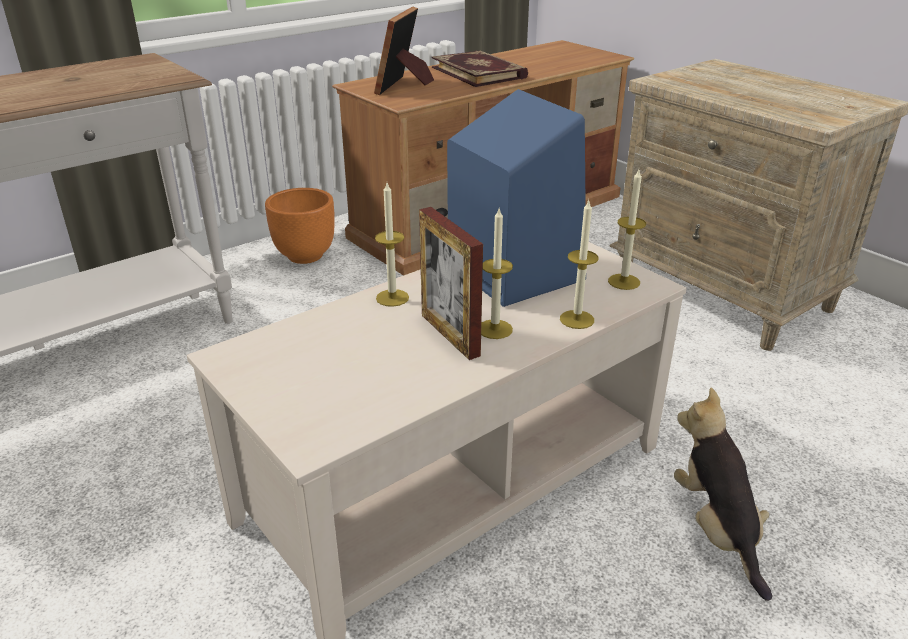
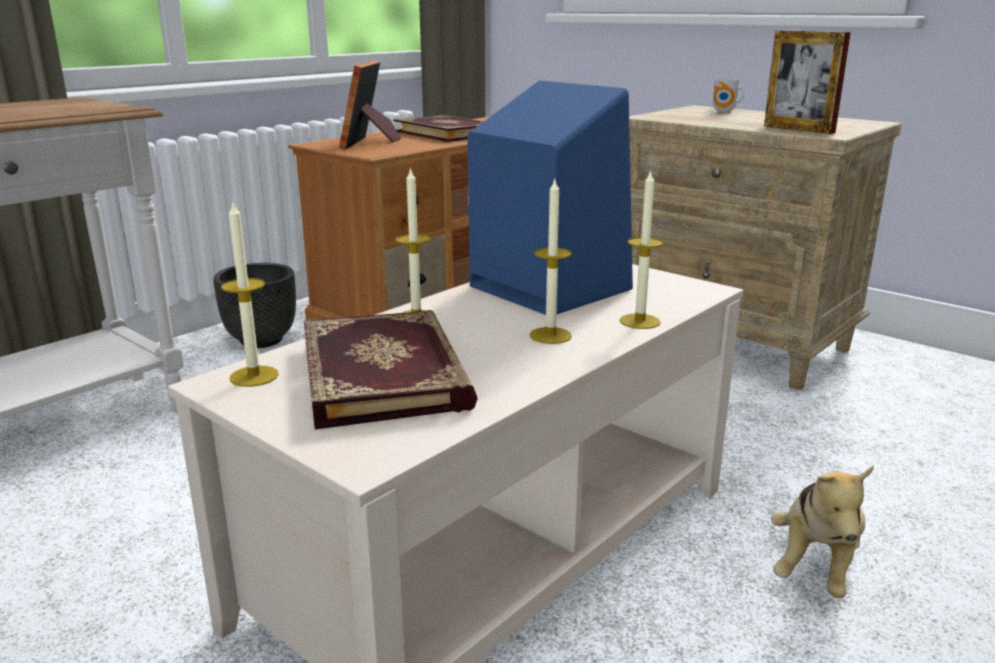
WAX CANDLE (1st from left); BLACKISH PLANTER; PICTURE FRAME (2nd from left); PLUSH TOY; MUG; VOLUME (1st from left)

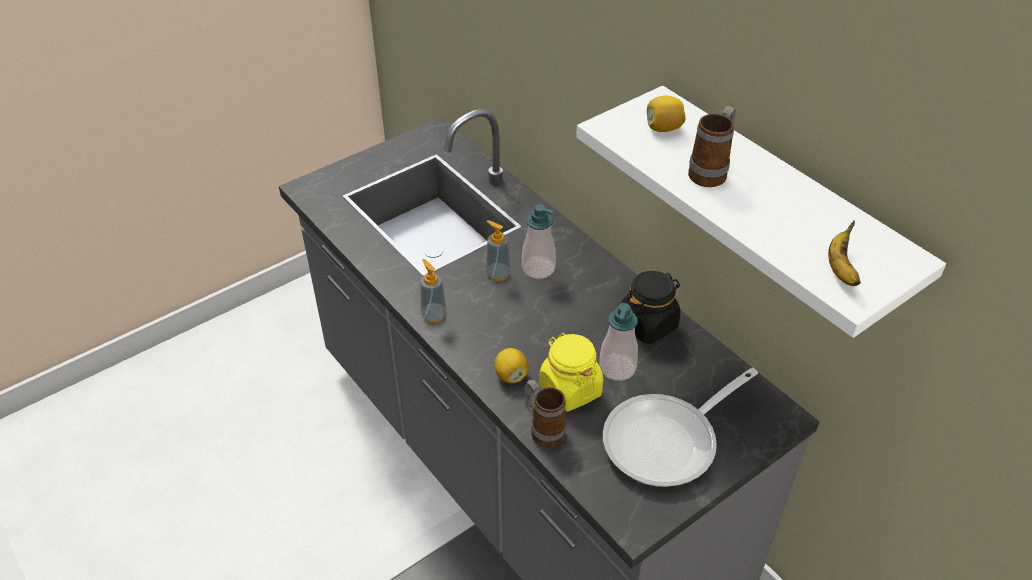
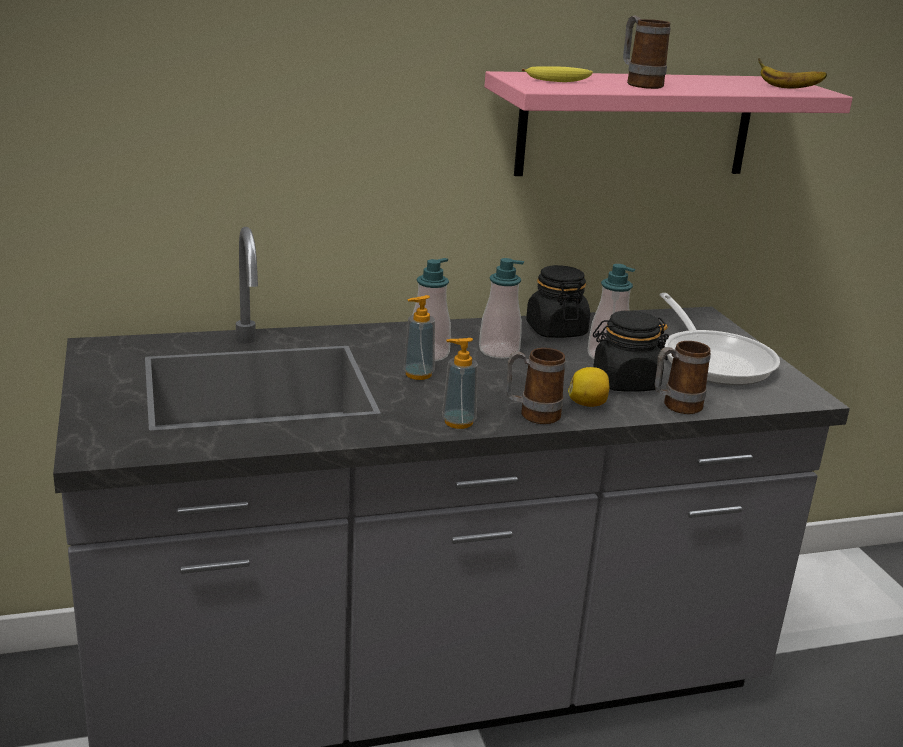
PINK BRACKET SHELF; BANANA (1st from left); BLACKISH STORAGE JAR (2nd from left); SOAP BOTTLE (4th from left); MUG (1st from left)

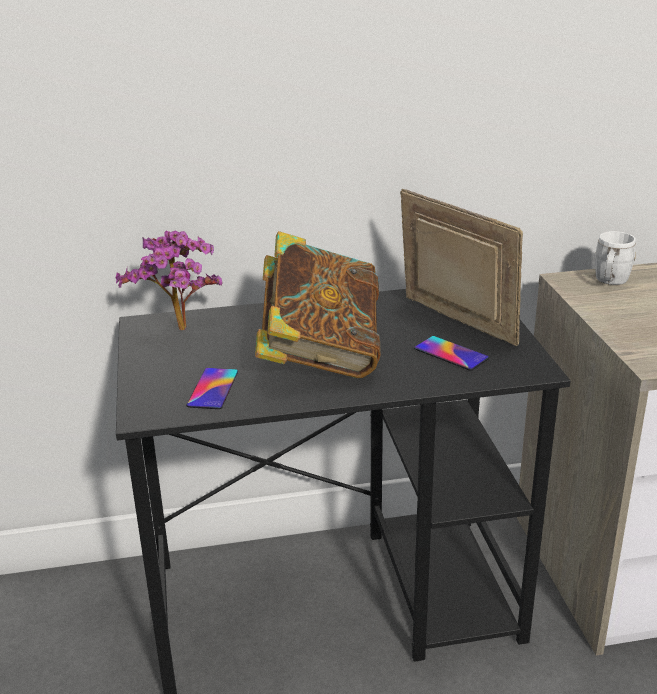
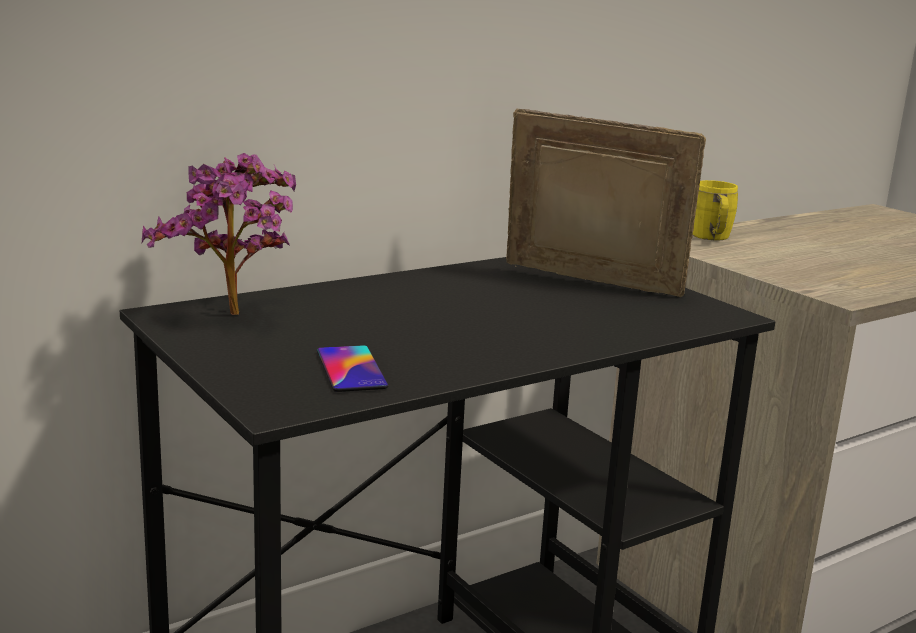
VOLUME; YELLOWISH MUG; PHONE (2nd from left in the first image)

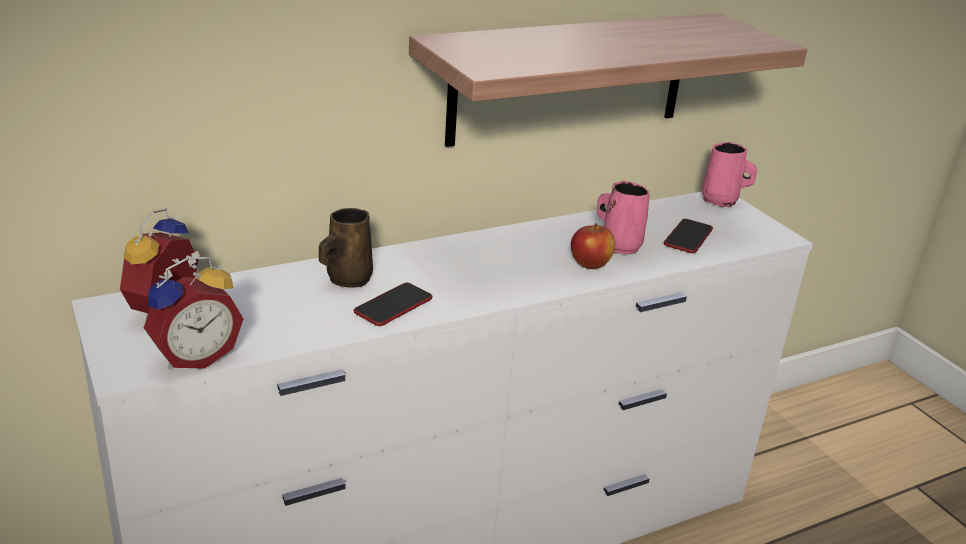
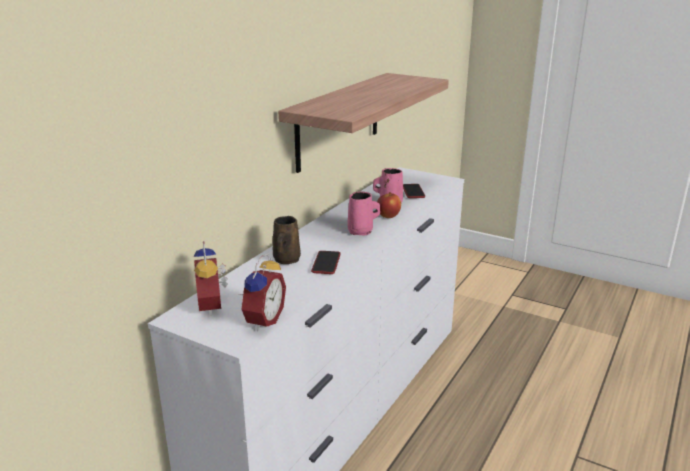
PINK MUG (1st from left)

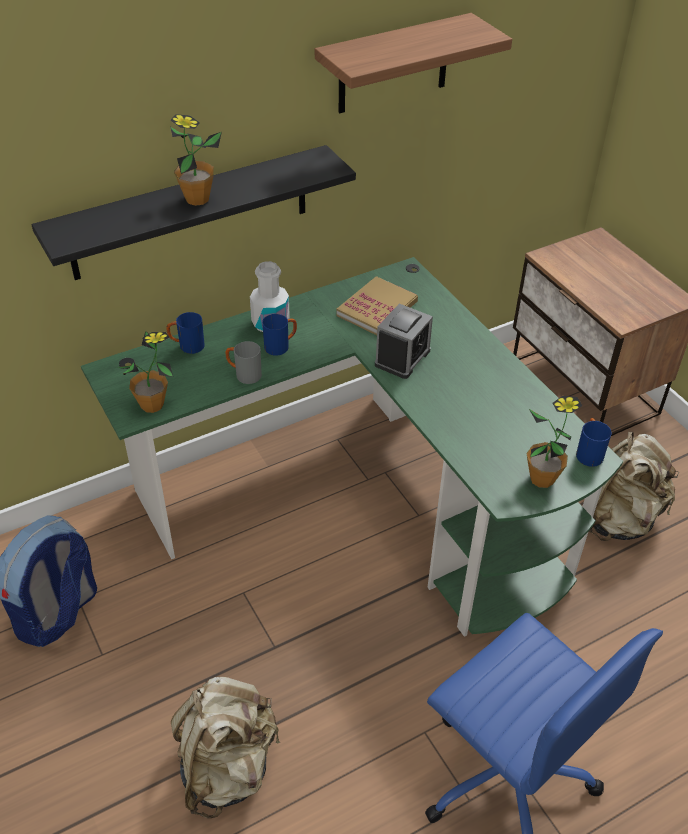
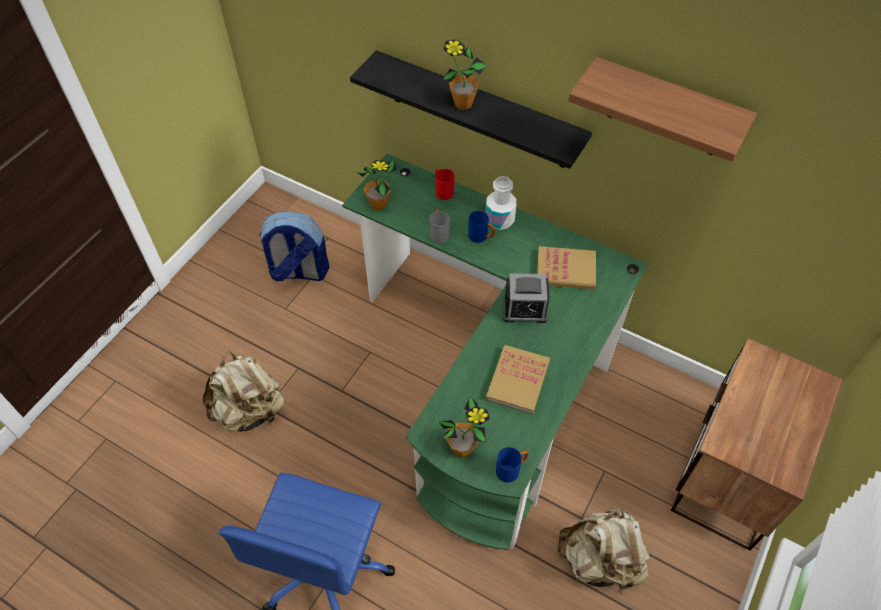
REDDISH MUG; VOLUME (1st from left)

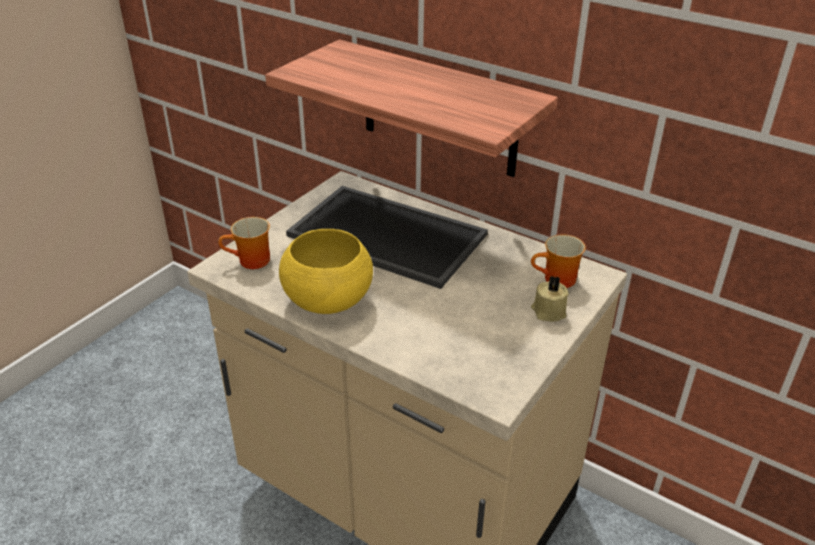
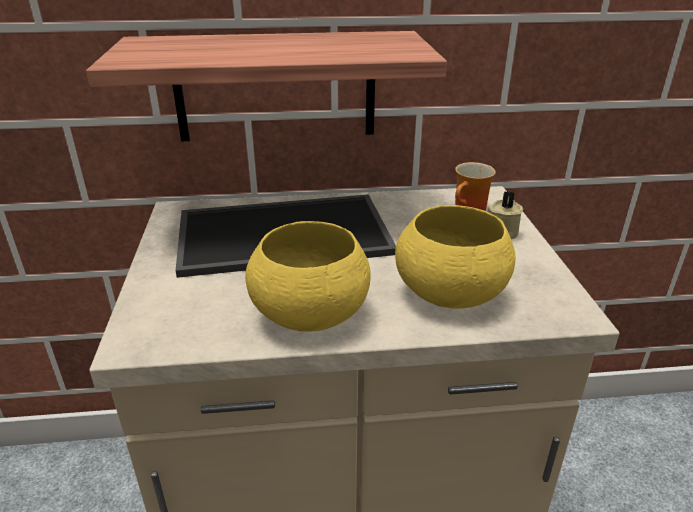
MUG (1st from left in the first image); YELLOWISH SERVING BOWL (2nd from left)

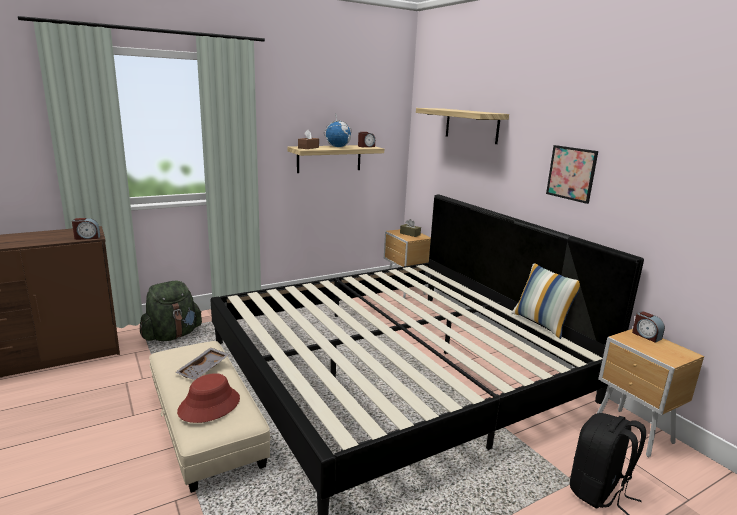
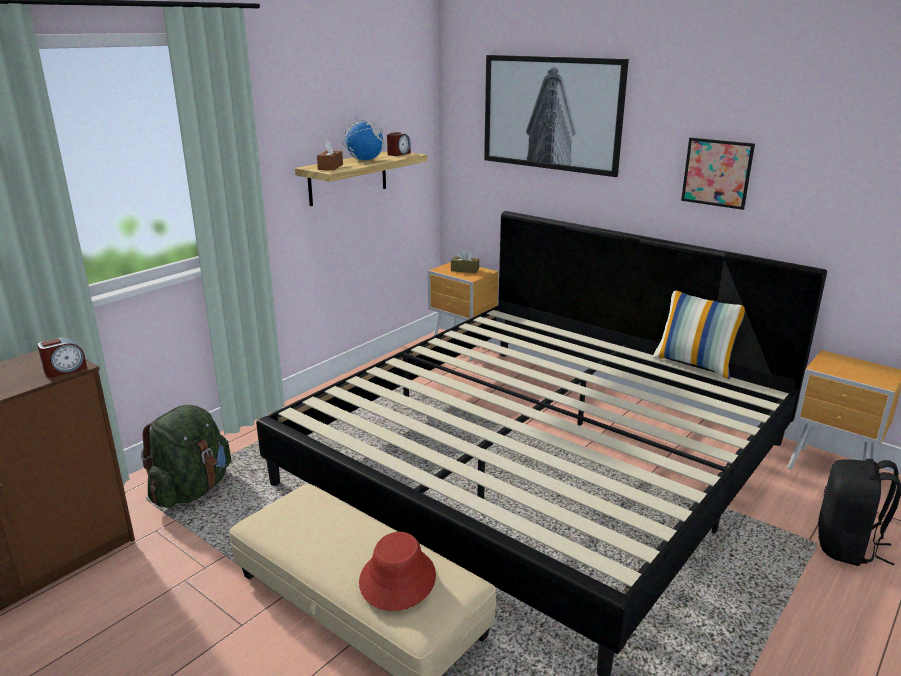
WALL PICTURE (1st from left); ALARM CLOCK (3rd from left in the first image); GRAY SERVING TRAY

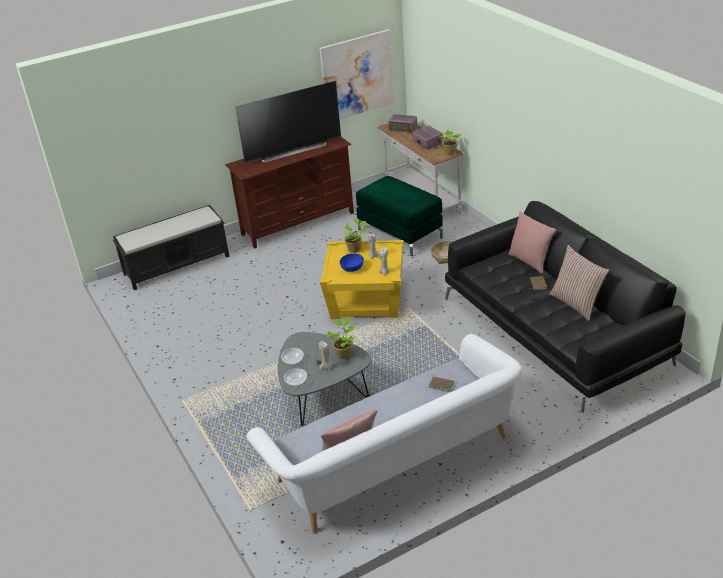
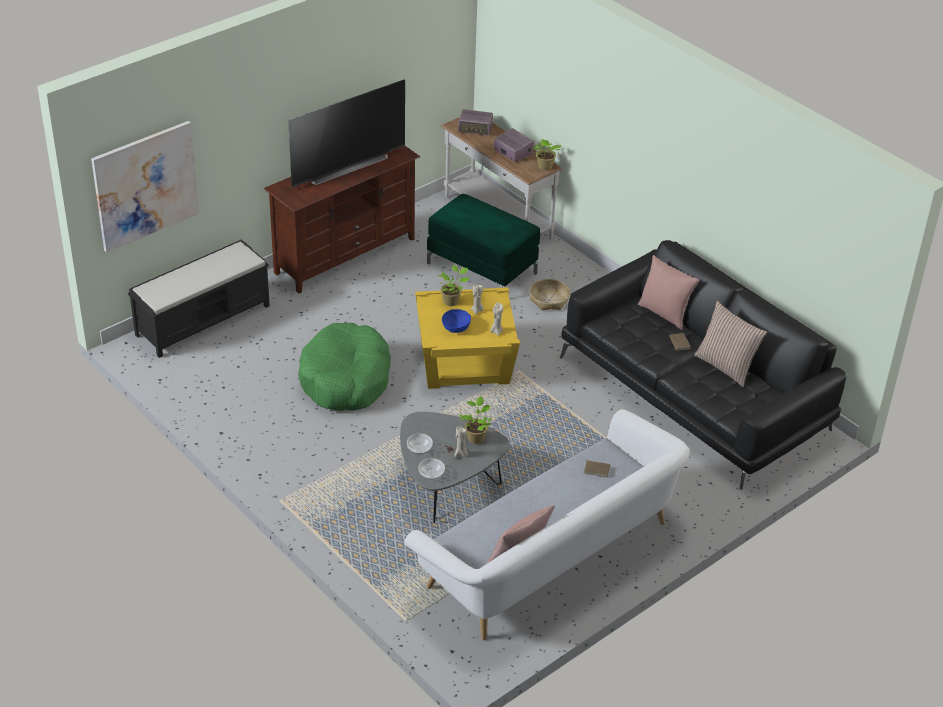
WALL PICTURE; GREEN-COLOURED DOG BED

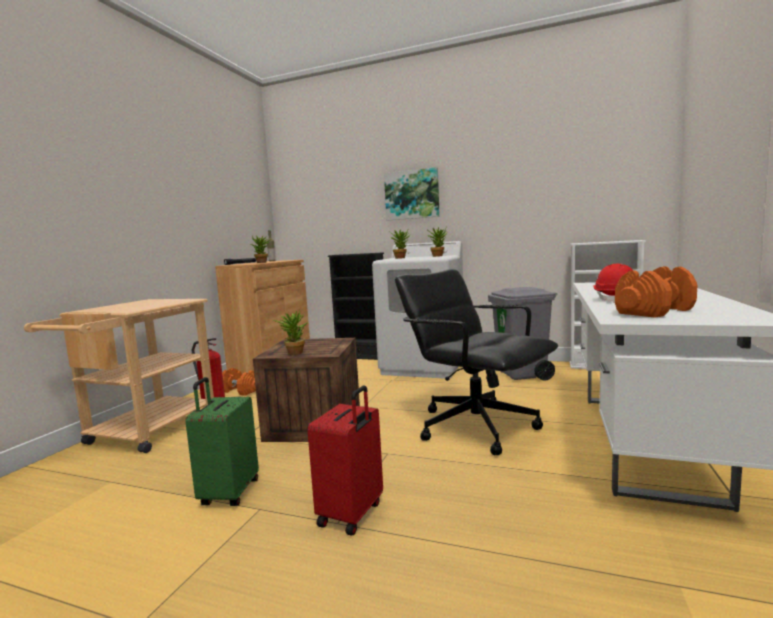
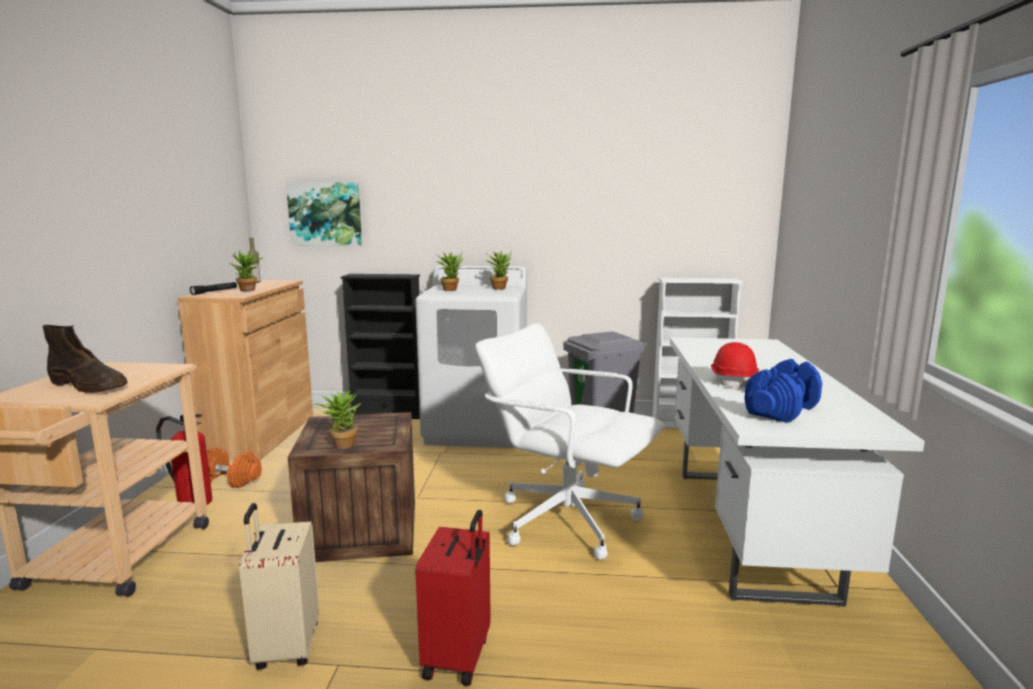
WALL PICTURE; BLUE-COLOURED HAND WEIGHT; WHITE-COLOURED OFFICE CHAIR; BEIGE-COLOURED SUITCASE; BROWN TALL BOOT

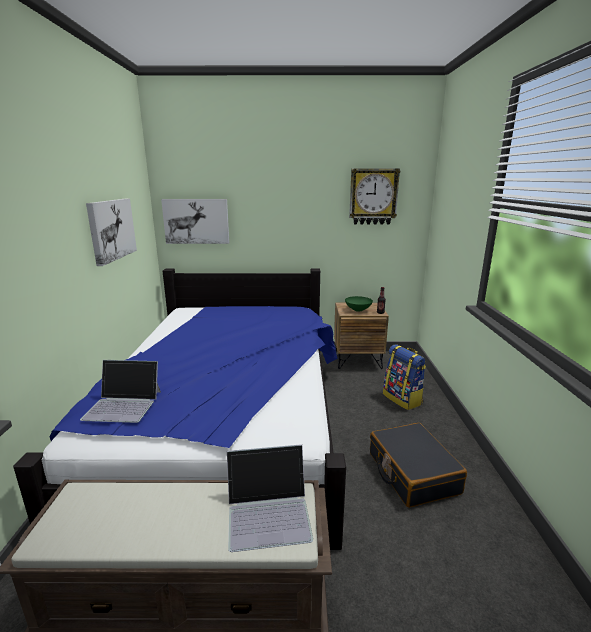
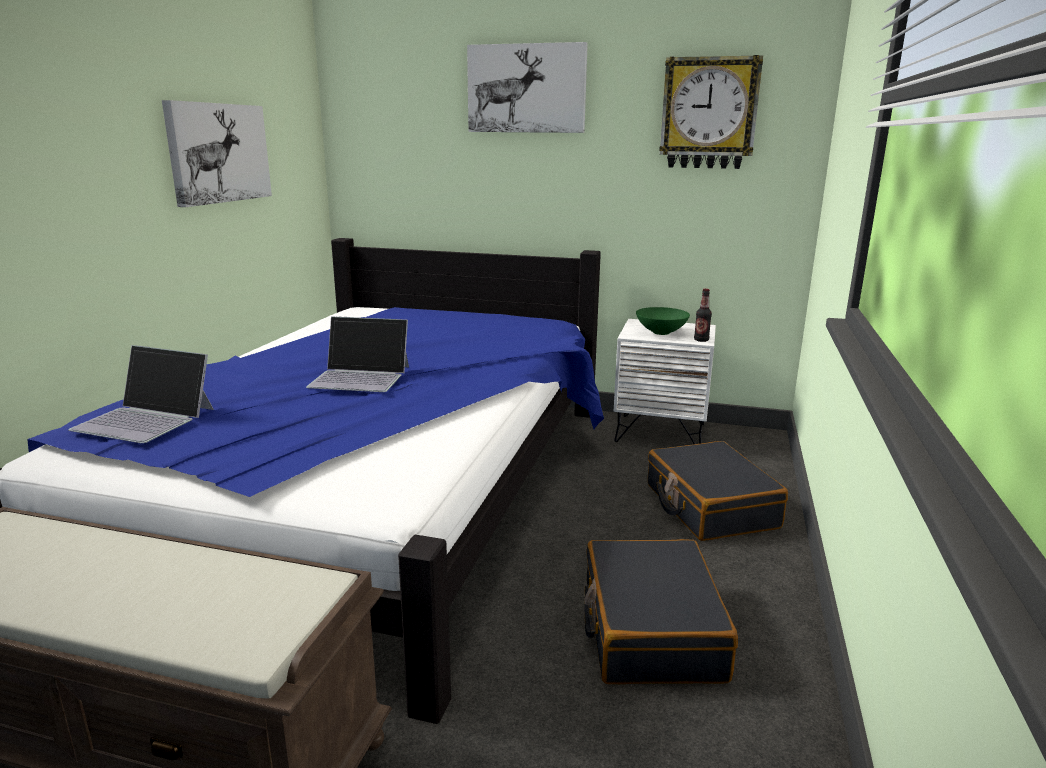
WALL PICTURE (2nd from left); WHITE-COLOURED BEDSIDE TABLE; BLACKISH SUITCASE (2nd from left); NOTEBOOK COMPUTER (2nd from left)

